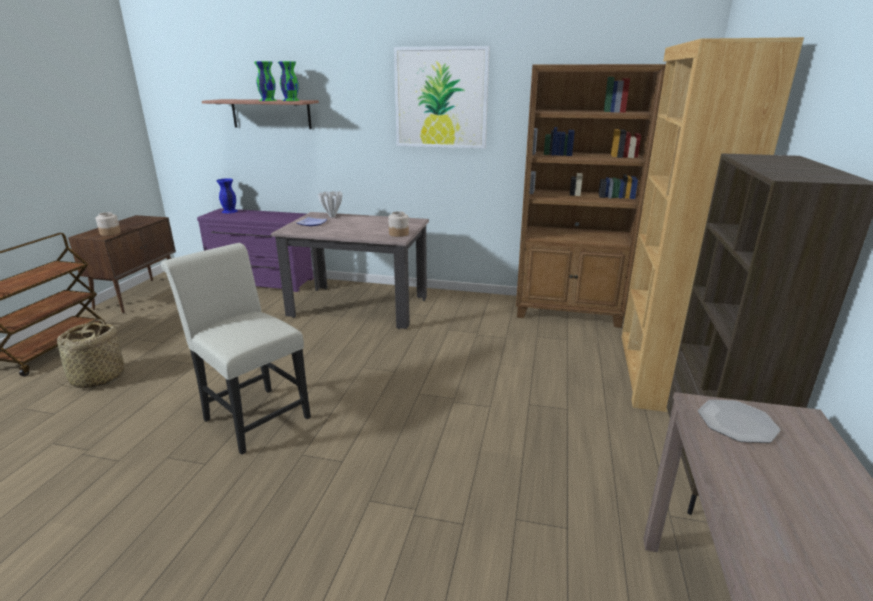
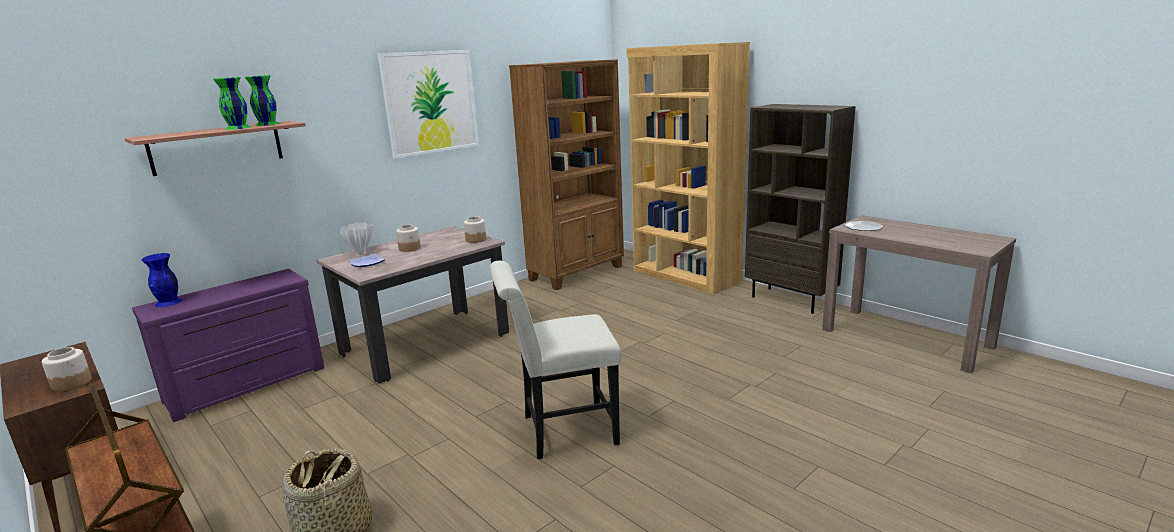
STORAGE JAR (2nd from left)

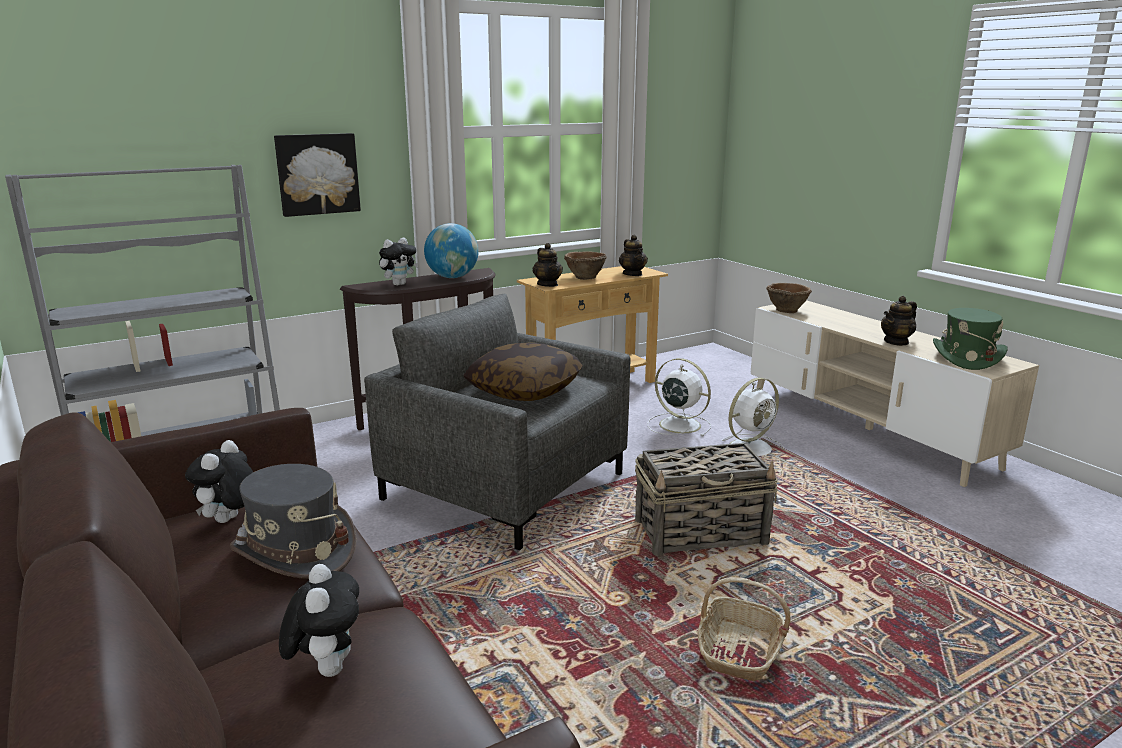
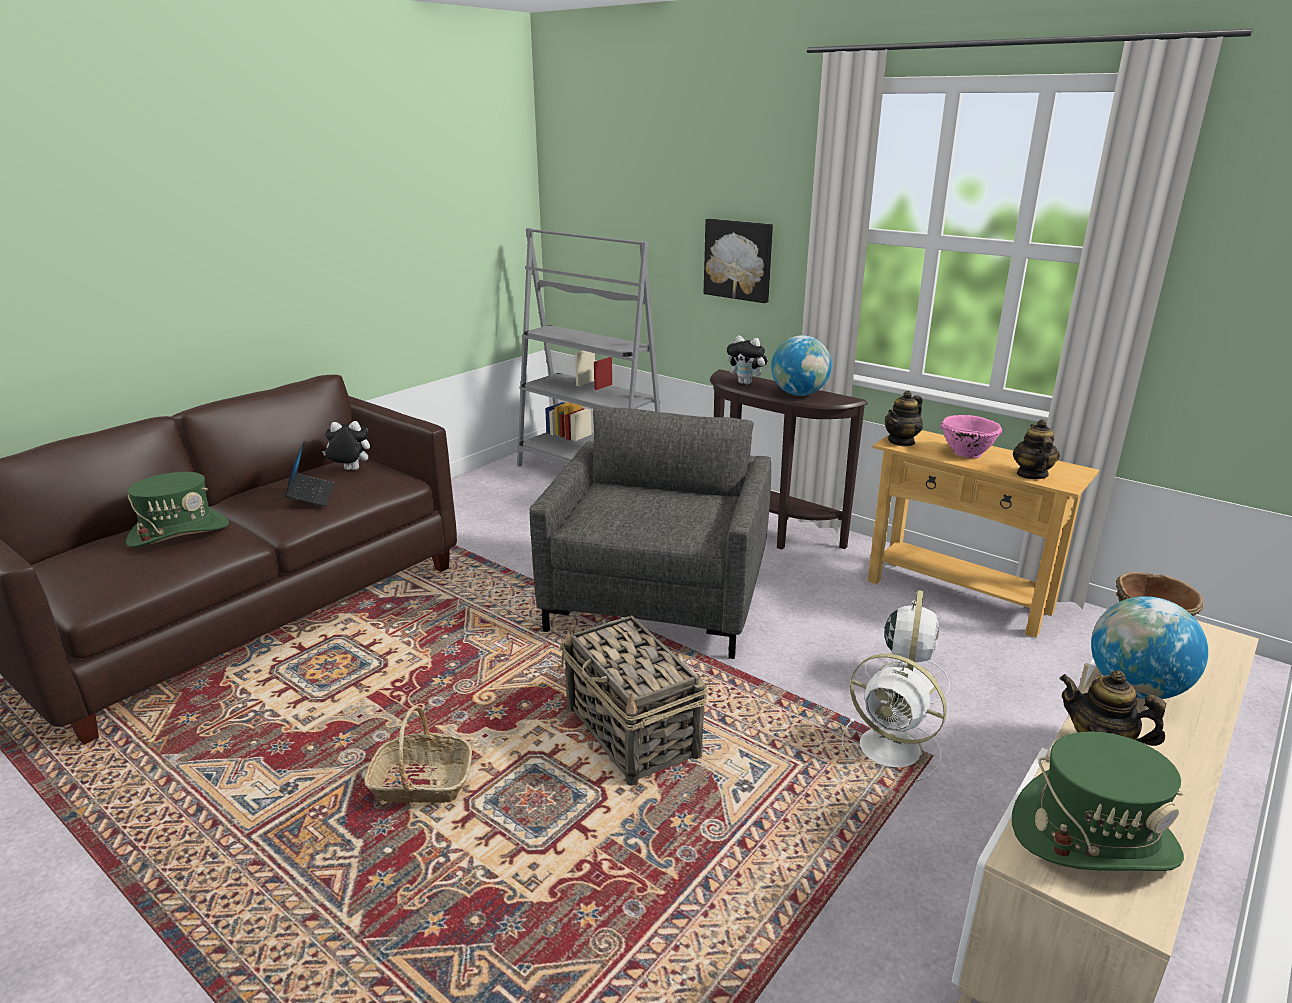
TEA POT (2nd from left); PINK SERVING BOWL; THROW PILLOW; NOTEBOOK COMPUTER; GREEN-COLOURED HAT (1st from left); WORLD GLOBE (2nd from left)

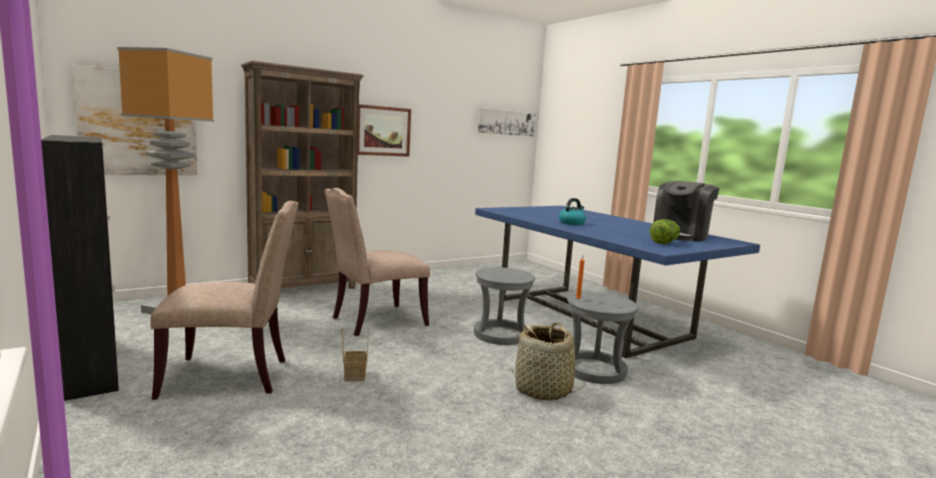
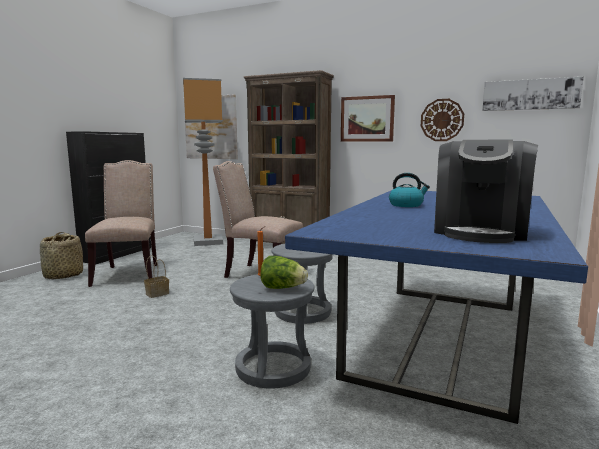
COFFEE MAKER; BEIGE-COLOURED CHAIR (1st from left); LETTUCE HEAD; HOUSEHOLD BASKET (1st from left); WALL CLOCK

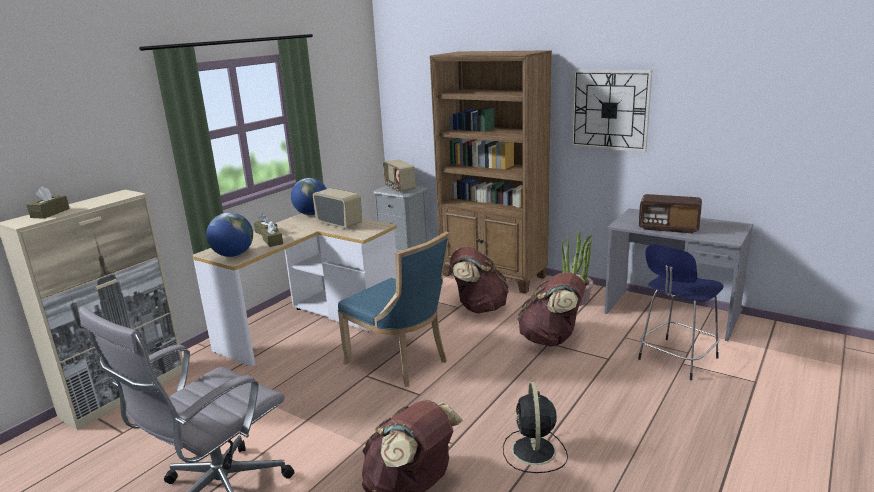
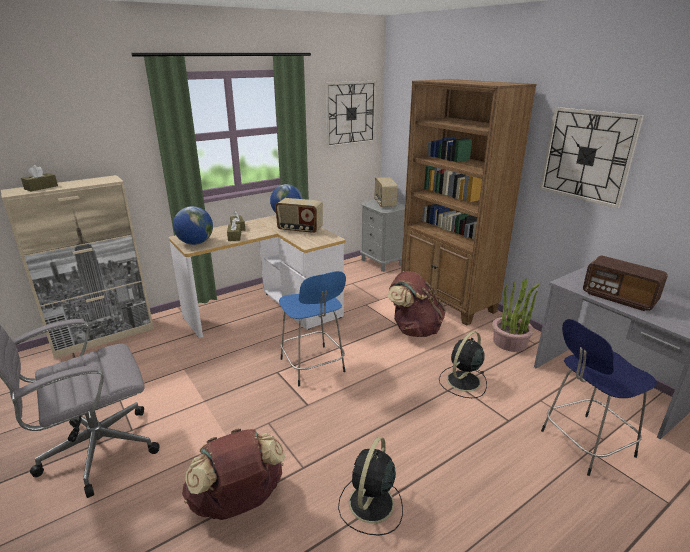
RADIO SET (1st from left); BLUE-COLOURED SITTING STOOL (1st from left); BLACKISH FAN (2nd from left); WALL CLOCK (1st from left)

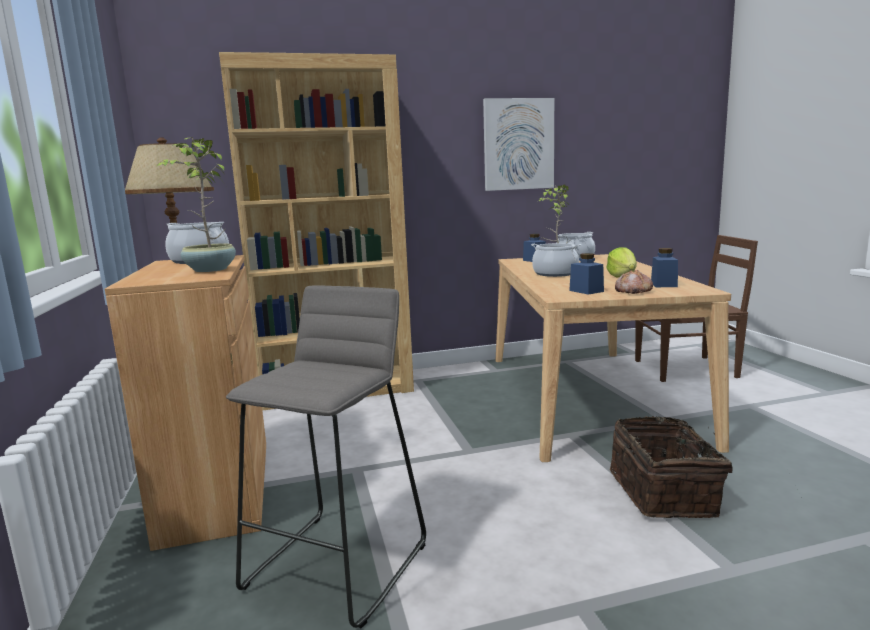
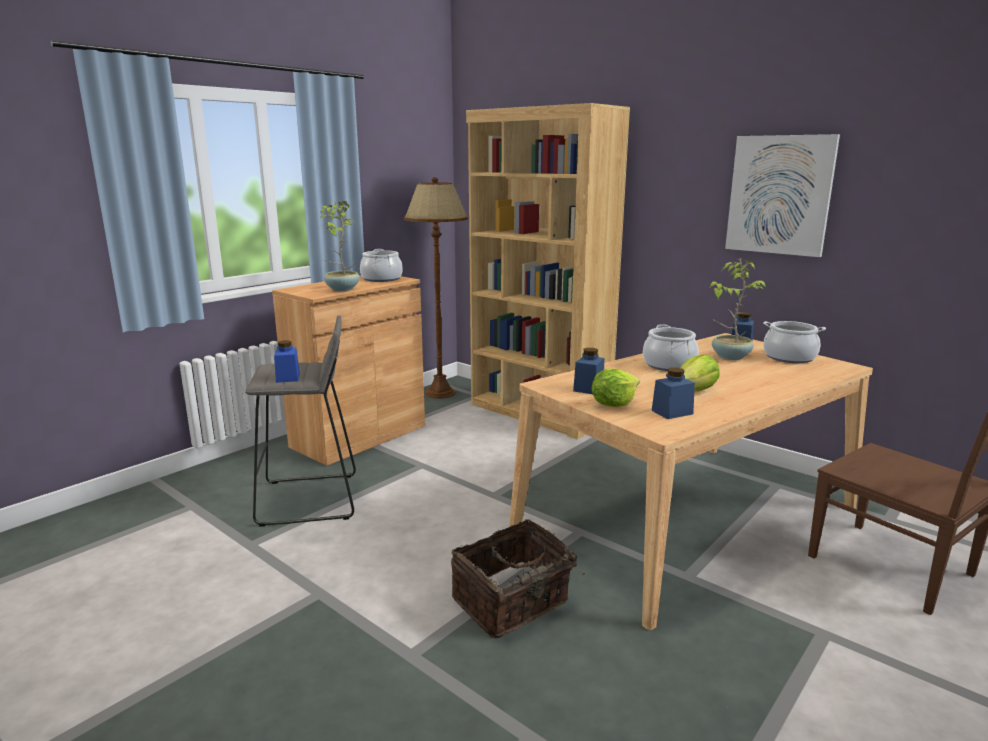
LETTUCE HEAD (1st from left); BLUE-COLOURED STORAGE JAR (1st from left)

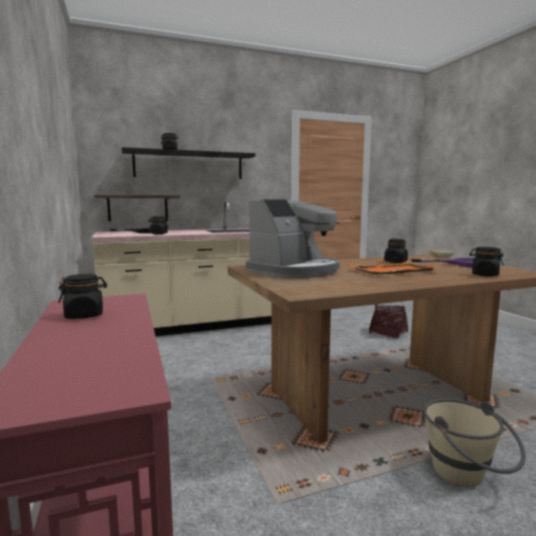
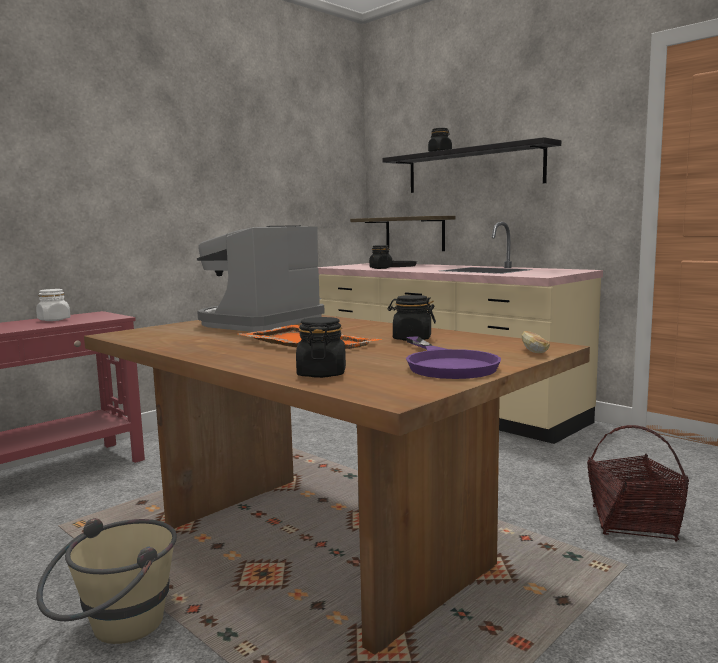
COFFEE MAKER; WHITE-COLOURED STORAGE JAR

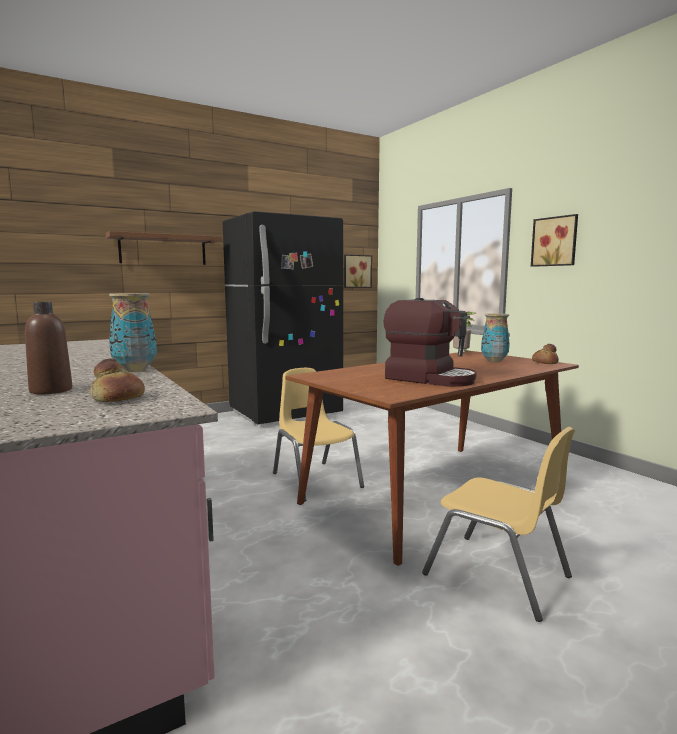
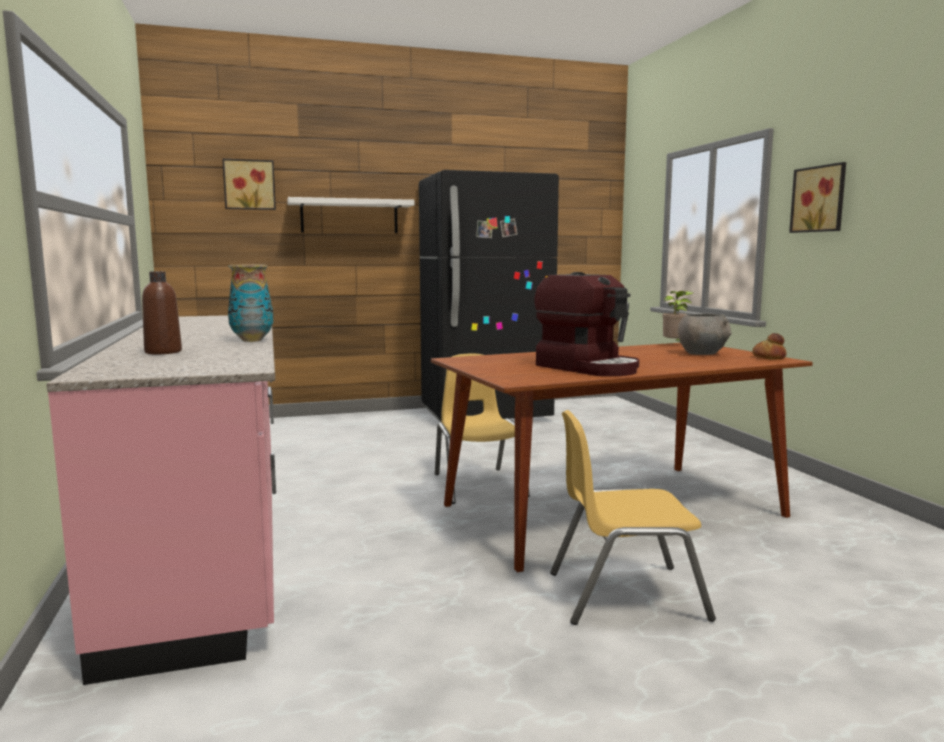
WHITE-COLOURED BRACKET SHELF; WALL PICTURE (1st from left); GRAY SERVING BOWL; BREAD (1st from left in the first image); YELLOWISH CHAIR (2nd from left)

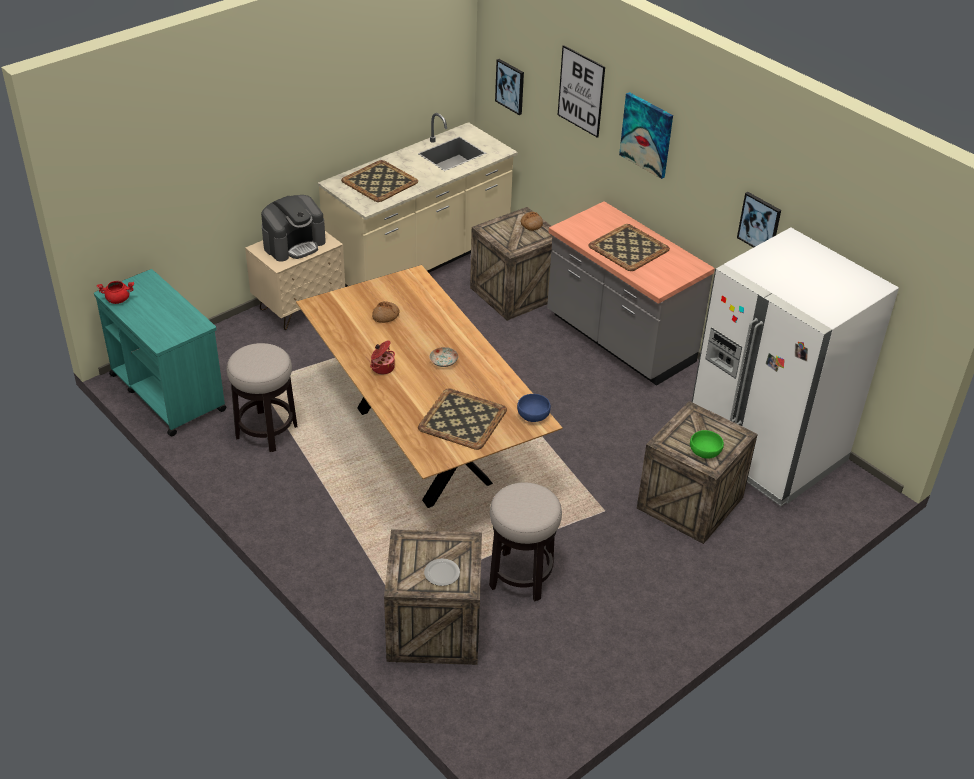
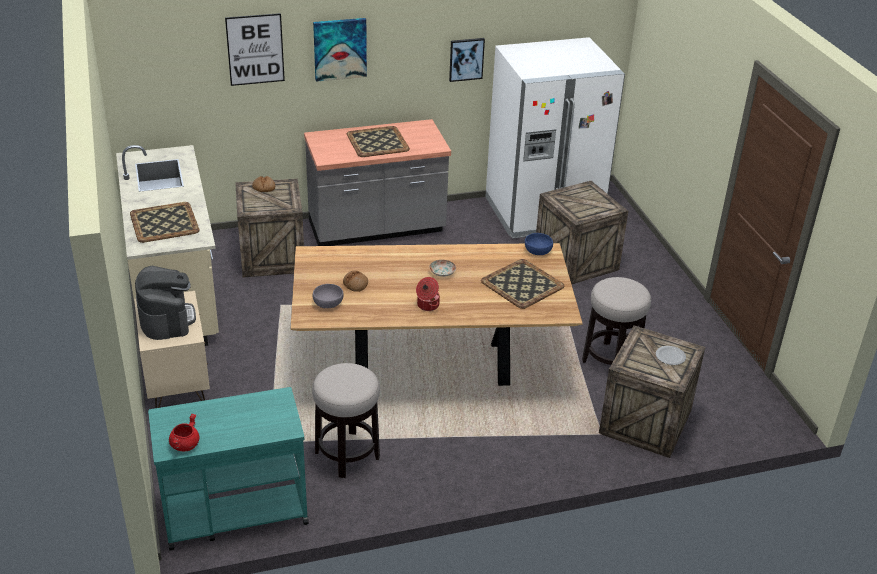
WALL PICTURE (1st from left in the first image); GREEN-COLOURED SERVING BOWL; GRAY SERVING BOWL

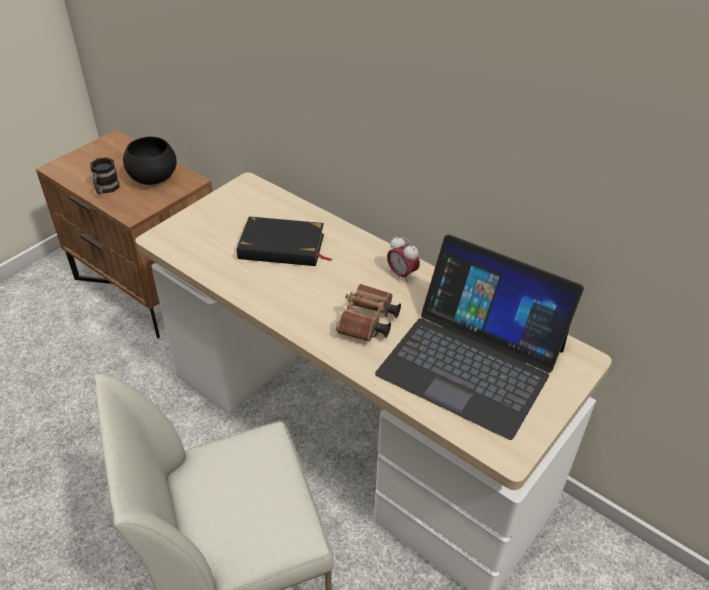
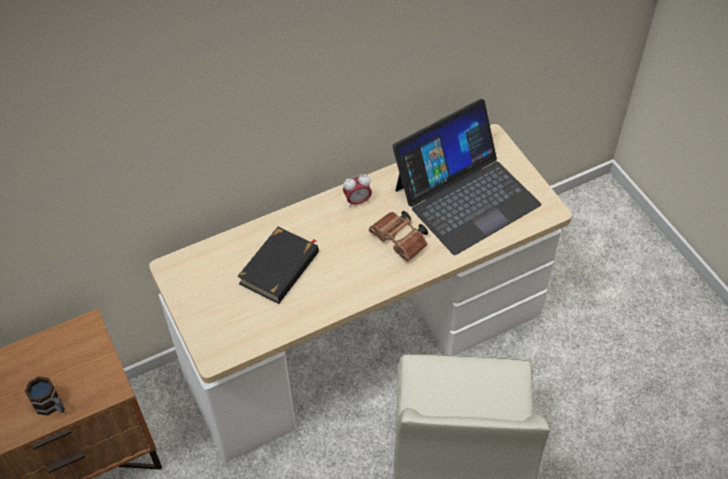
BLACKISH SERVING BOWL

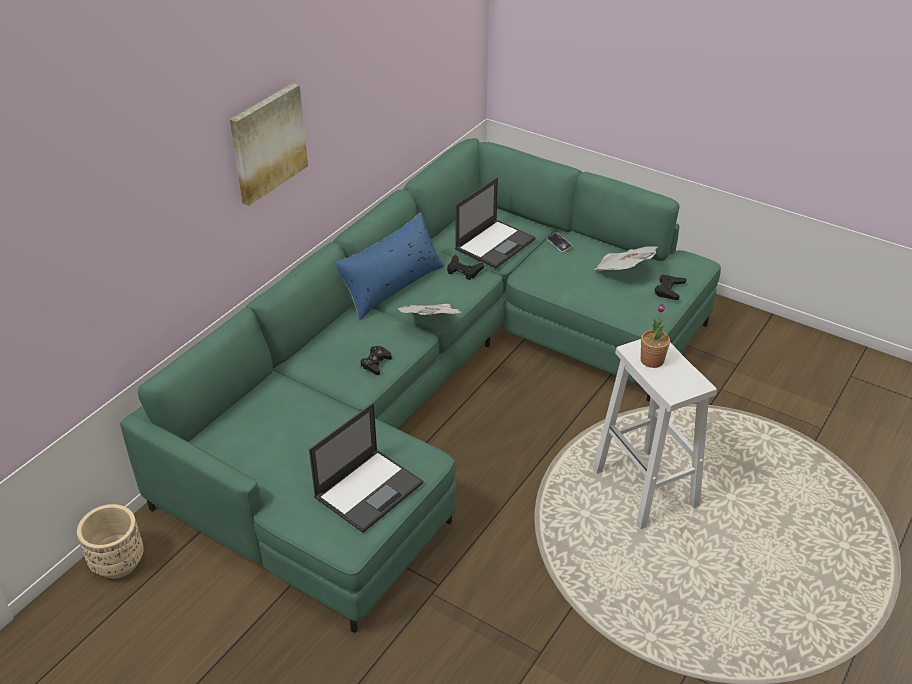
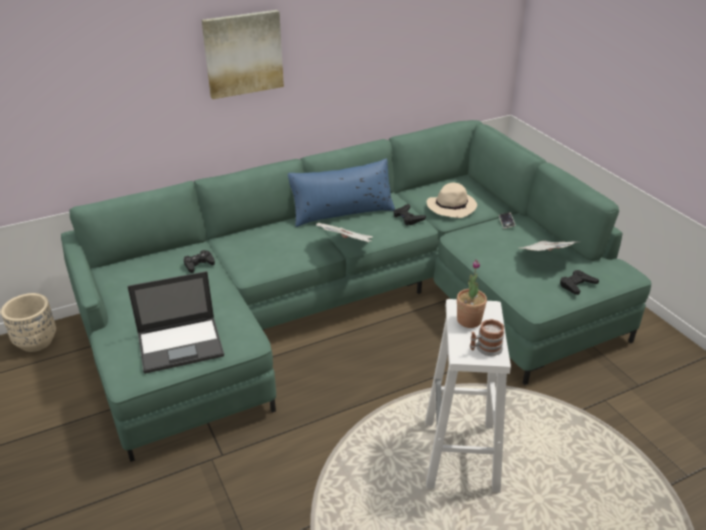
BEIGE-COLOURED HAT; BLACKISH JOYPAD (1st from left); MUG

